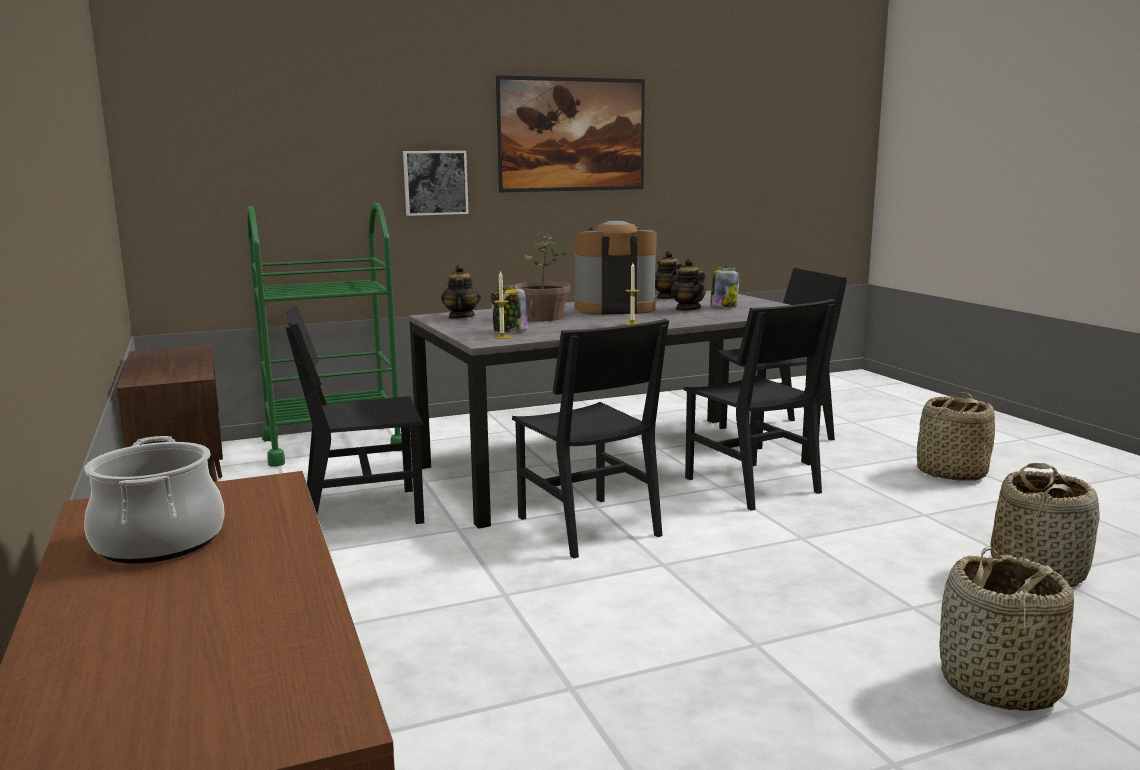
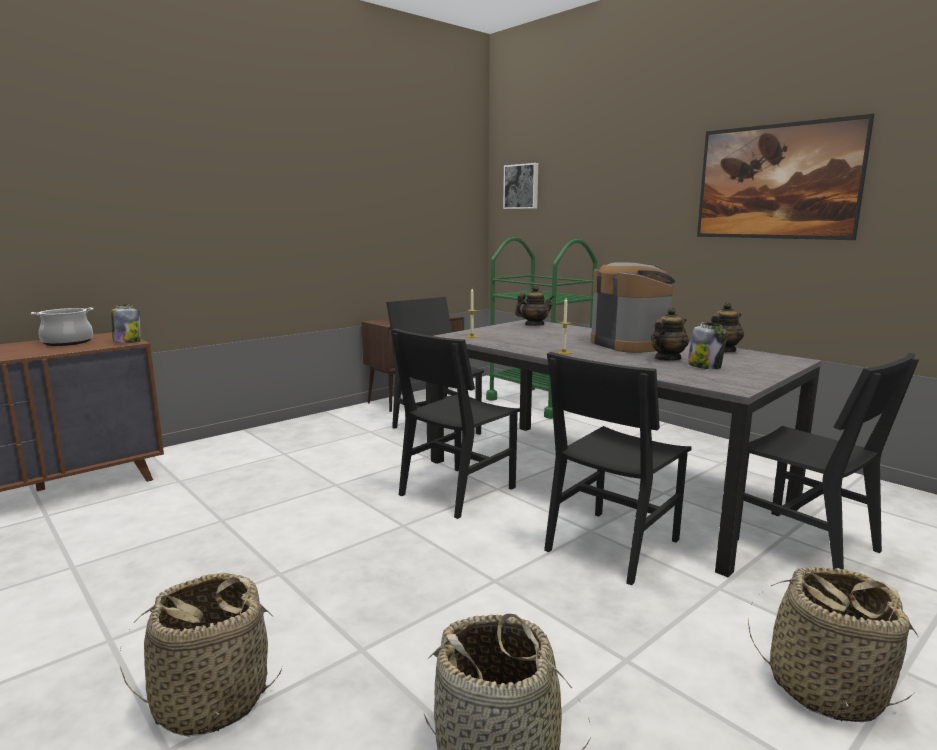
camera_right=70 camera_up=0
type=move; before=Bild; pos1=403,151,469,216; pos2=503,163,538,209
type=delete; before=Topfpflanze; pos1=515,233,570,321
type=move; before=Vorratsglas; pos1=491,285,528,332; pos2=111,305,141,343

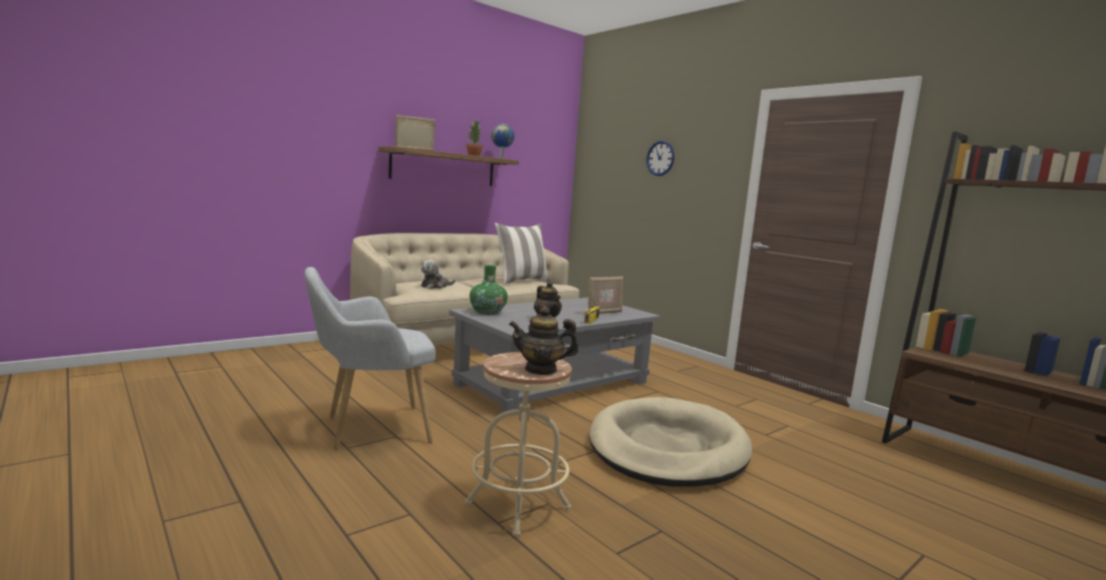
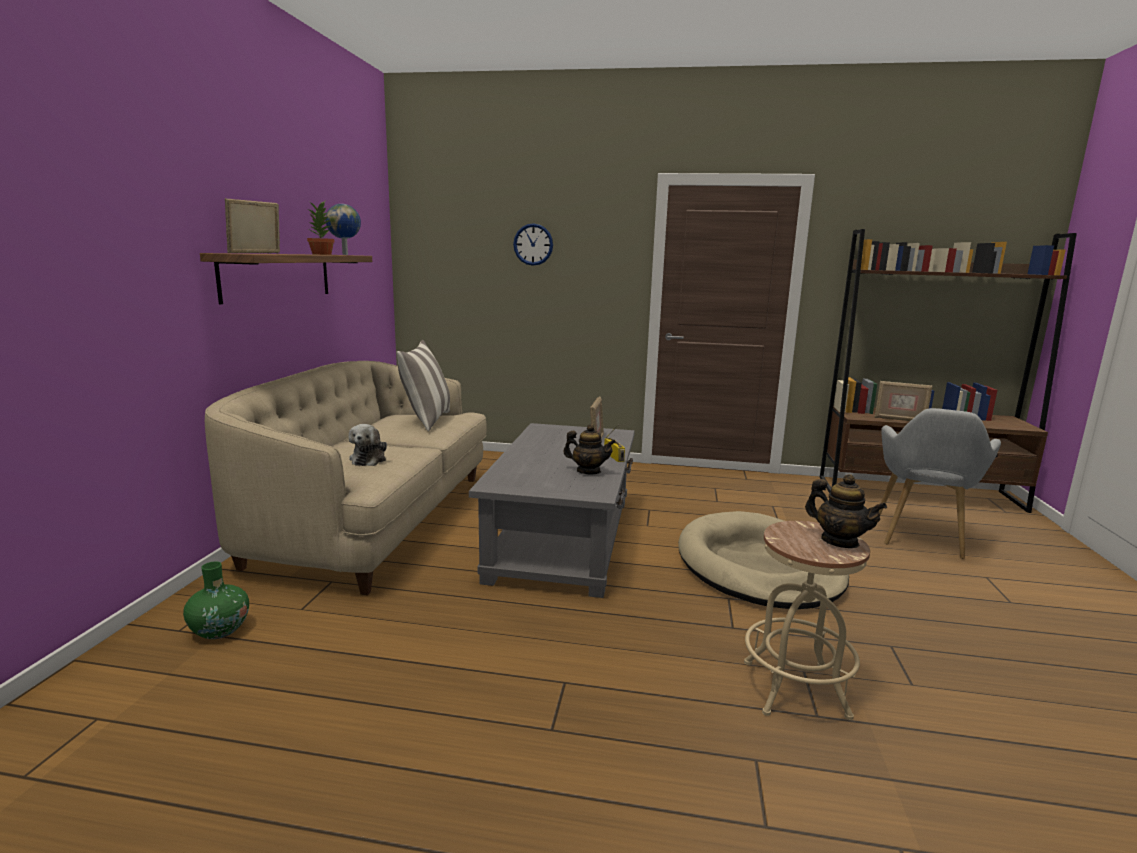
camera_right=-40 camera_up=5
type=move; before=Vase (grün); pos1=470,265,508,315; pos2=183,561,249,639
type=move; before=Sessel (grau); pos1=304,267,436,450; pos2=879,408,1001,559
type=rotate; before=Teekanne; pos1=509,307,579,375; pos2=805,474,887,548; turn=-90
type=insert; after=Bilderrahmen; pos2=875,381,933,421

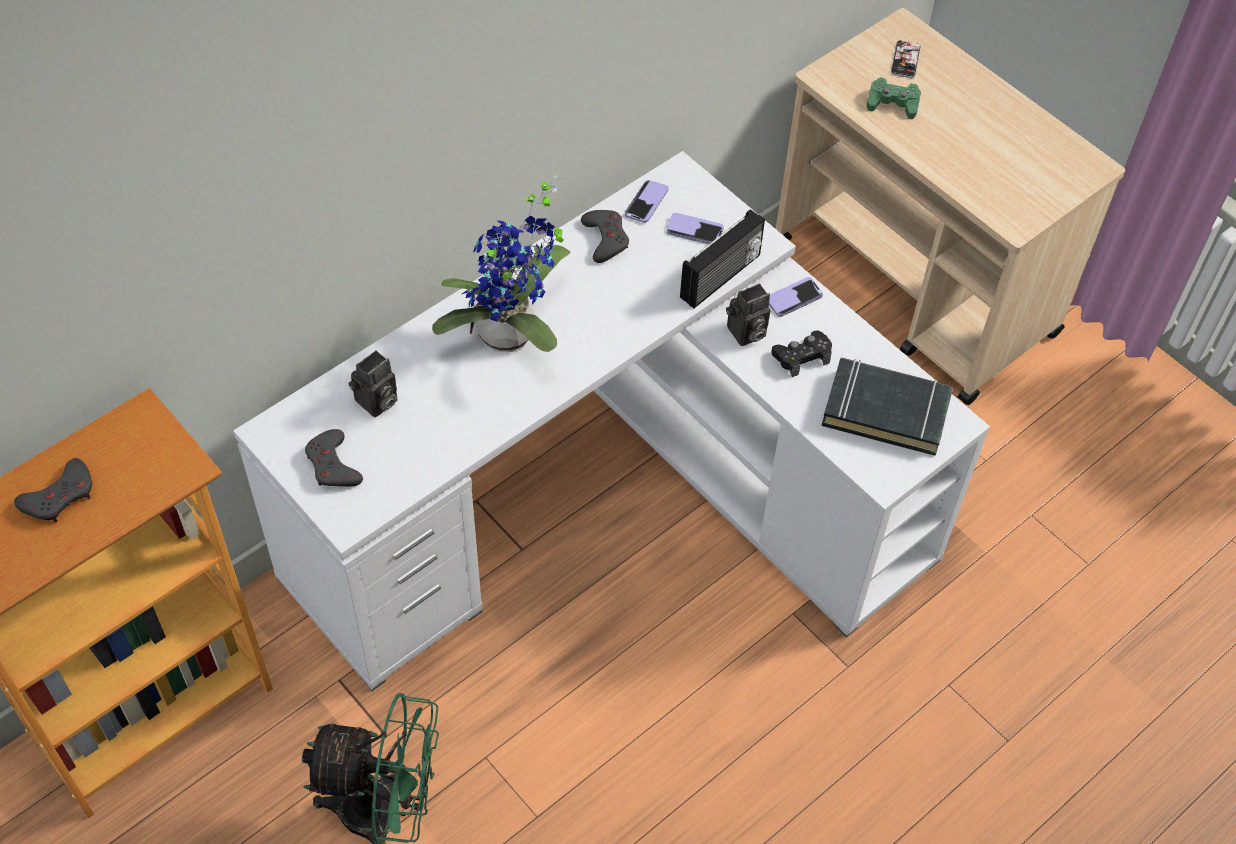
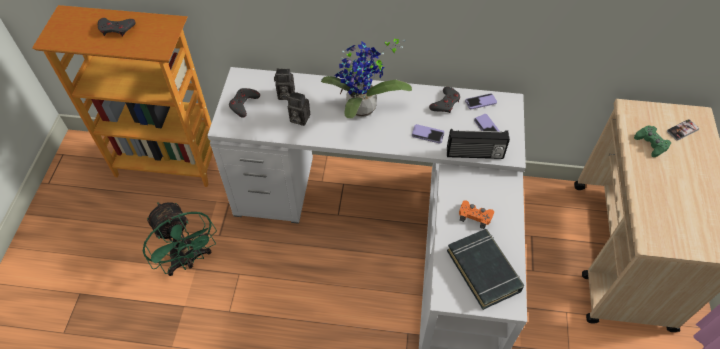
camera_right=50 camera_up=0
type=move; before=Handy; pos1=769,277,823,317; pos2=412,124,445,143
type=move; before=Kamera; pos1=726,284,770,346; pos2=288,91,310,126
type=recolor; before=Gamepad (schwarz); after=Gamepad (orange); pos1=771,331,832,377; pos2=459,200,494,229

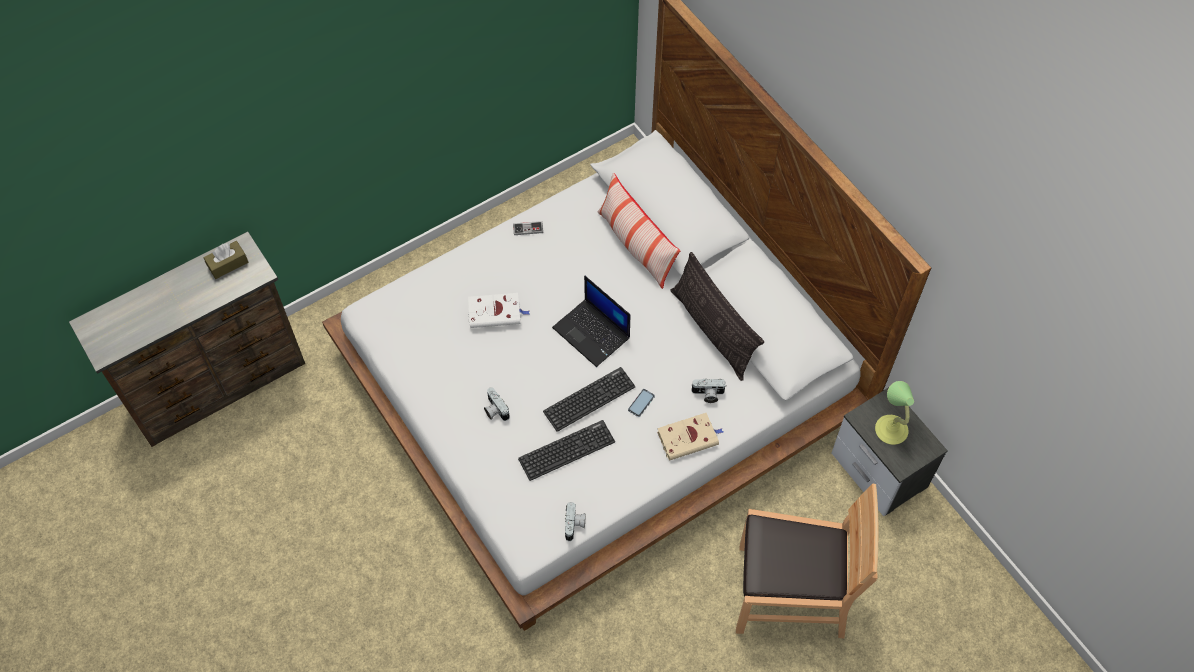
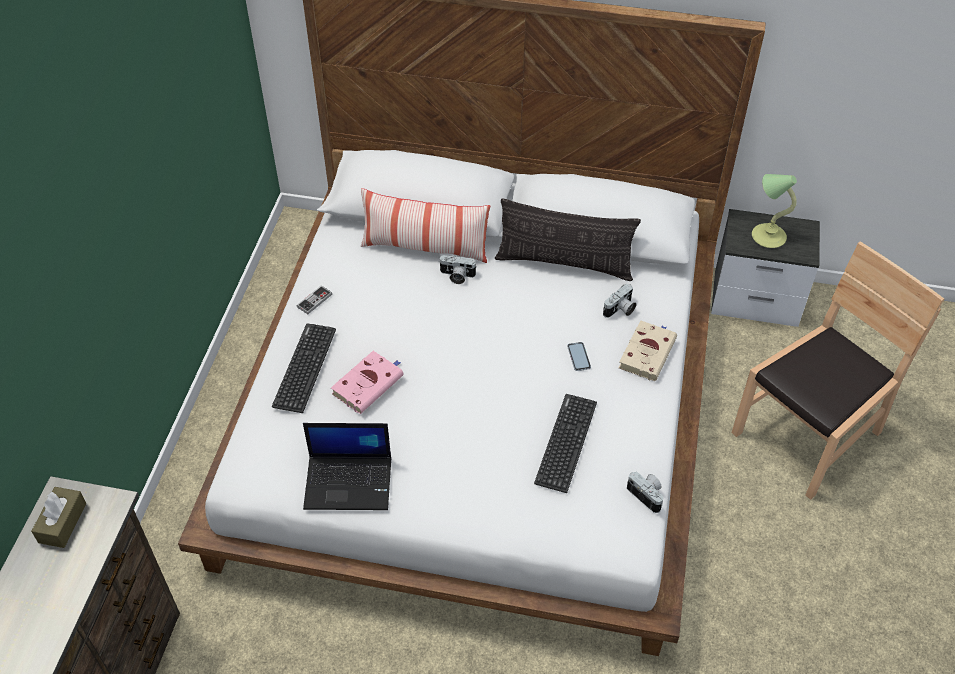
camera_right=-45 camera_up=-10
type=move; before=Laptop; pos1=552,276,630,367; pos2=303,423,391,510
type=recolor; before=Buch (weiß); after=Buch (rosa); pos1=468,293,530,328; pos2=331,351,404,414
type=move; before=Tastatur; pos1=543,367,636,432; pos2=272,323,336,413
type=move; before=Kamera; pos1=484,387,510,421; pos2=440,255,477,284

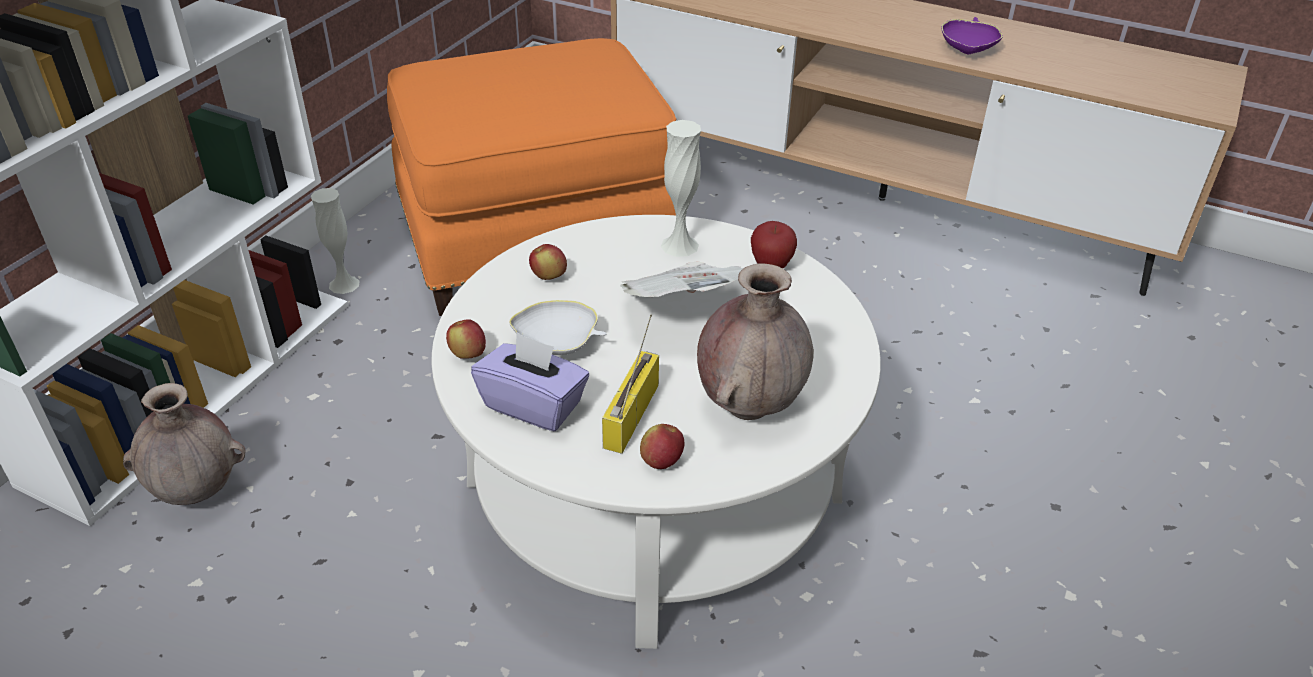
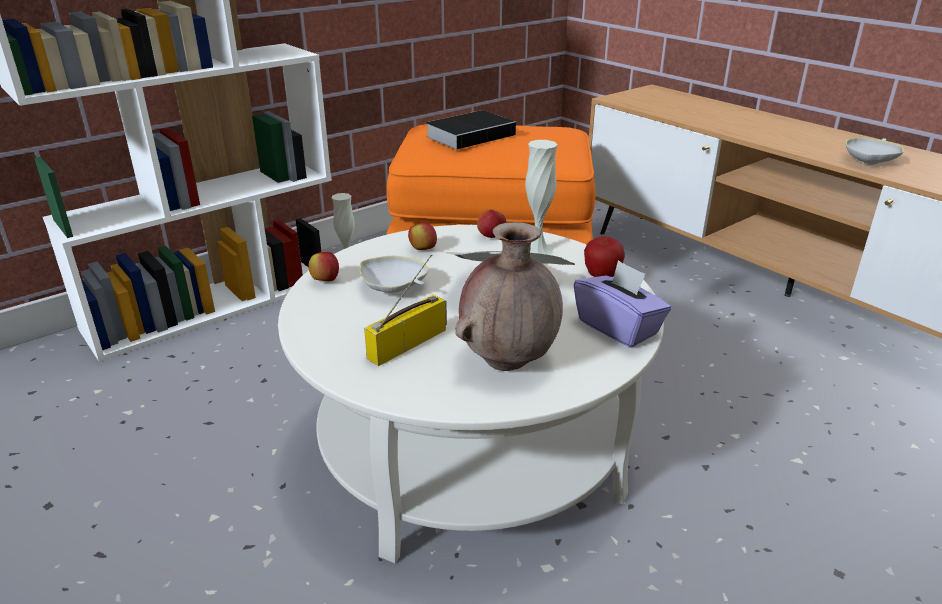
camera_right=25 camera_up=-10
type=recolor; before=Schüssel (lila); after=Schüssel (weiß); pos1=941,17,1003,54; pos2=845,137,904,165
type=move; before=Taschentuchbox (lila); pos1=471,332,589,431; pos2=574,260,671,348
type=delete; before=Vase (braun); pos1=123,383,245,505
type=move; before=Apfel; pos1=640,424,684,469; pos2=477,209,506,238
type=insert; after=Buch; pos2=426,110,521,150

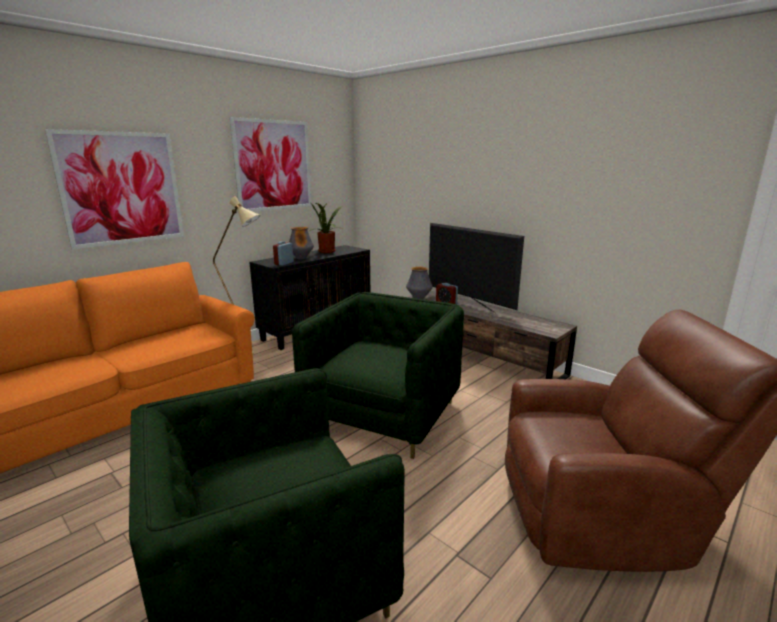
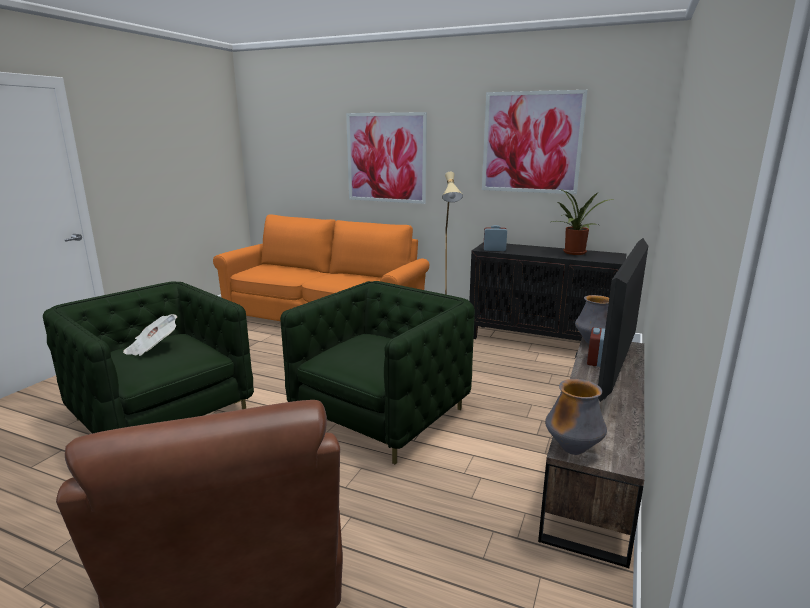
camera_right=70 camera_up=0
type=move; before=Vase; pos1=289,226,314,259; pos2=545,379,607,455
type=rotate; before=Sessel (grün); pos1=292,292,464,459; pos2=280,281,475,464; turn=-60
type=insert; after=Zeitung; pos2=123,314,178,356

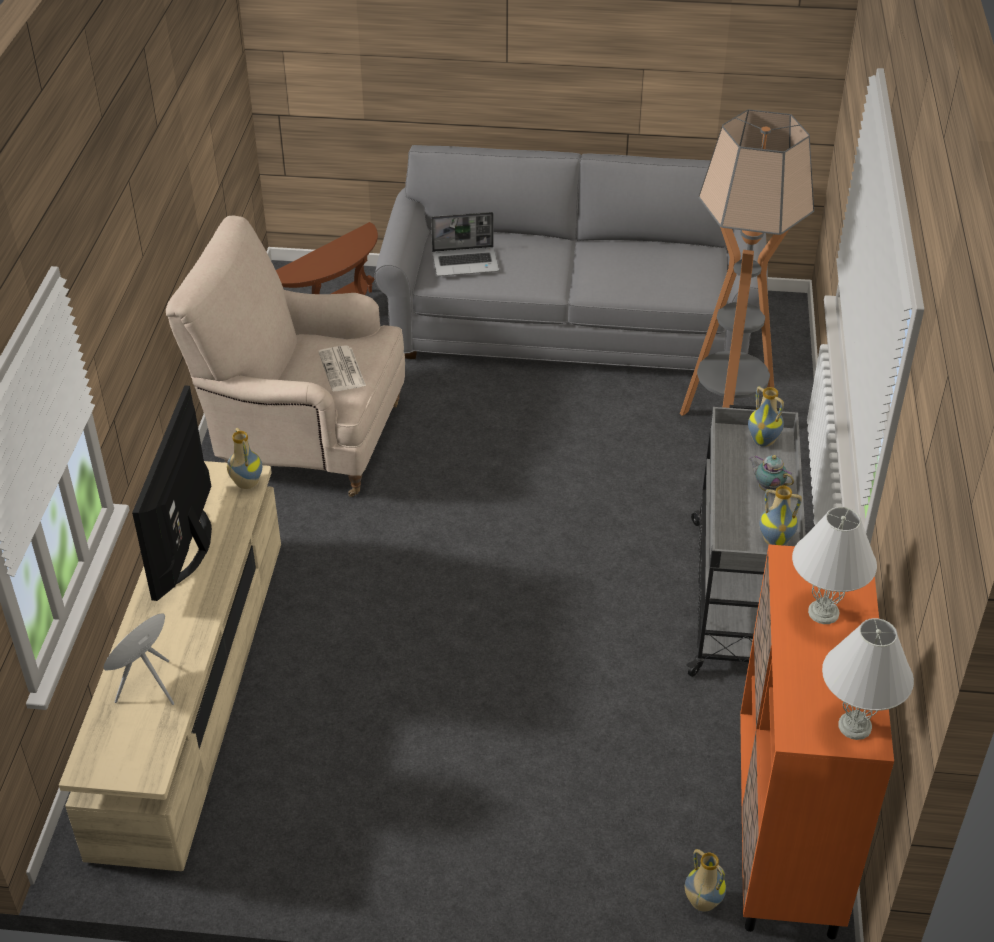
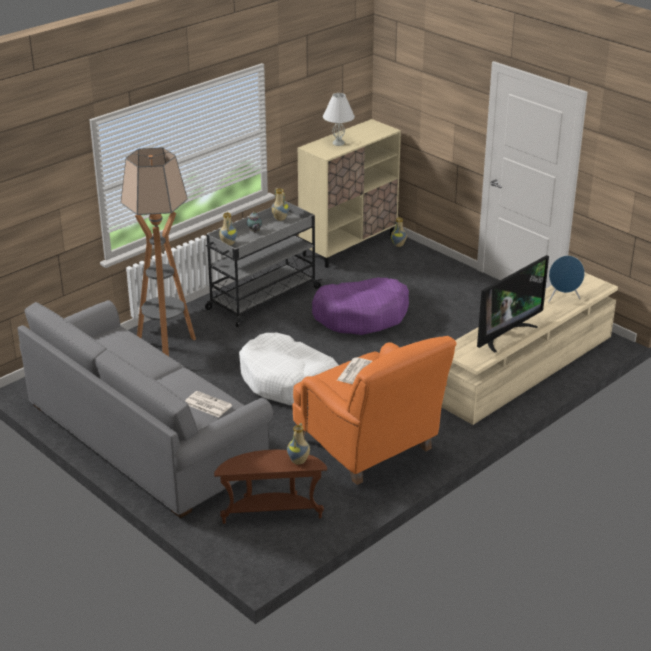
camera_right=-140 camera_up=-10
type=replace; before=Laptop; after=Zeitung; pos1=431,212,499,276; pos2=185,391,232,418
type=recolor; before=Sessel (beige); after=Sessel (orange); pos1=166,215,405,497; pos2=293,336,457,485
type=move; before=Vase; pos1=227,428,262,489; pos2=287,423,310,465
type=recolor; before=Schrank (orange); after=Schrank (beige); pos1=740,544,894,939; pos2=298,119,401,268
type=delete; before=Tischlampe (weiß); pos1=822,618,914,740
type=insert; after=Hundebett (lila); pos2=312,278,409,335
type=insert; after=Hundebett (weiß); pos2=239,333,339,405

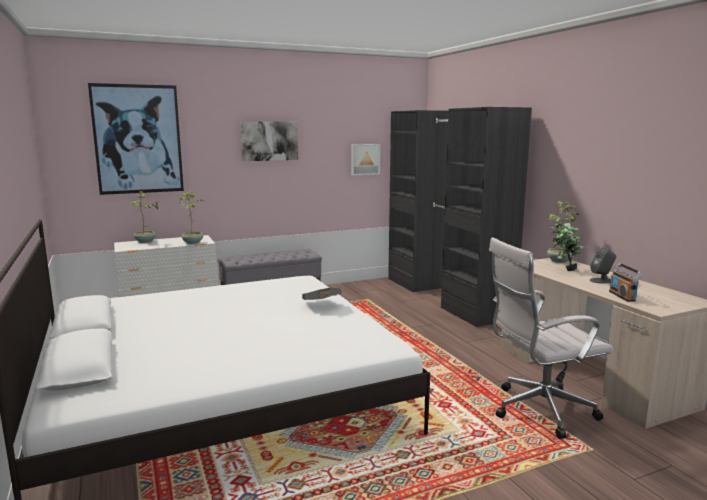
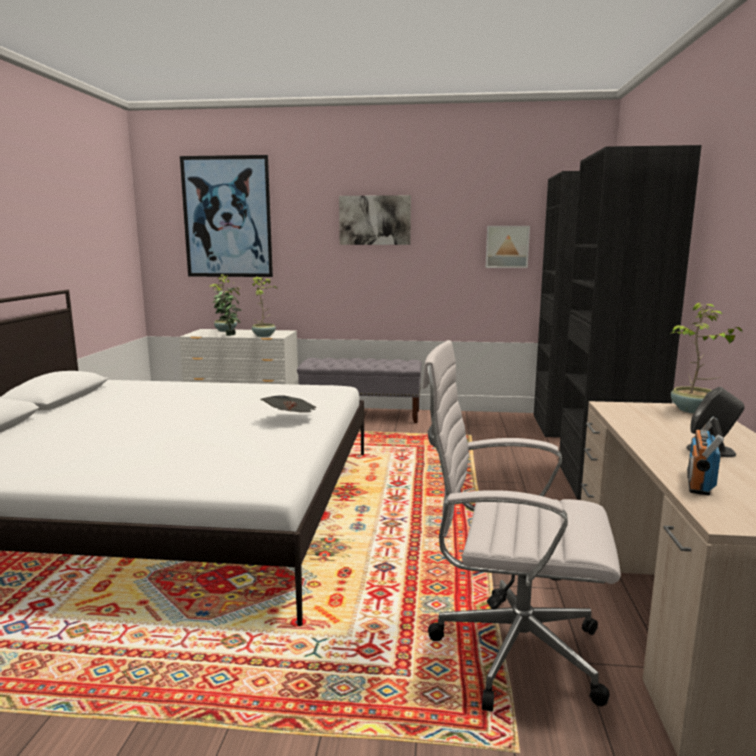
camera_right=30 camera_up=0
type=move; before=Topfpflanze; pos1=550,217,584,271; pos2=212,288,242,336

